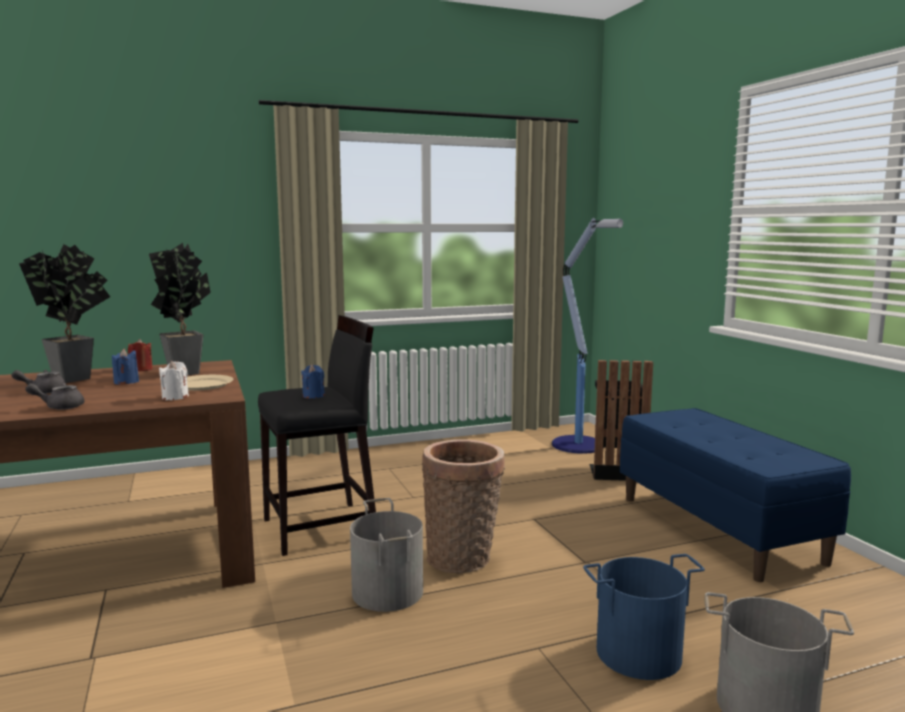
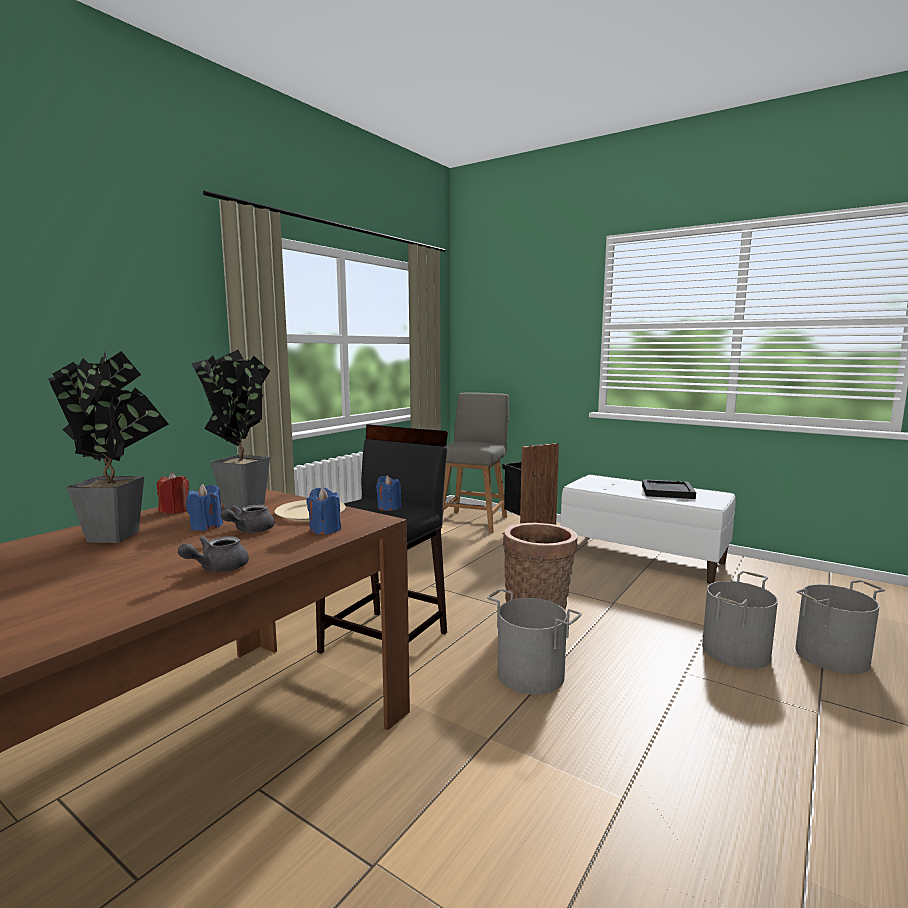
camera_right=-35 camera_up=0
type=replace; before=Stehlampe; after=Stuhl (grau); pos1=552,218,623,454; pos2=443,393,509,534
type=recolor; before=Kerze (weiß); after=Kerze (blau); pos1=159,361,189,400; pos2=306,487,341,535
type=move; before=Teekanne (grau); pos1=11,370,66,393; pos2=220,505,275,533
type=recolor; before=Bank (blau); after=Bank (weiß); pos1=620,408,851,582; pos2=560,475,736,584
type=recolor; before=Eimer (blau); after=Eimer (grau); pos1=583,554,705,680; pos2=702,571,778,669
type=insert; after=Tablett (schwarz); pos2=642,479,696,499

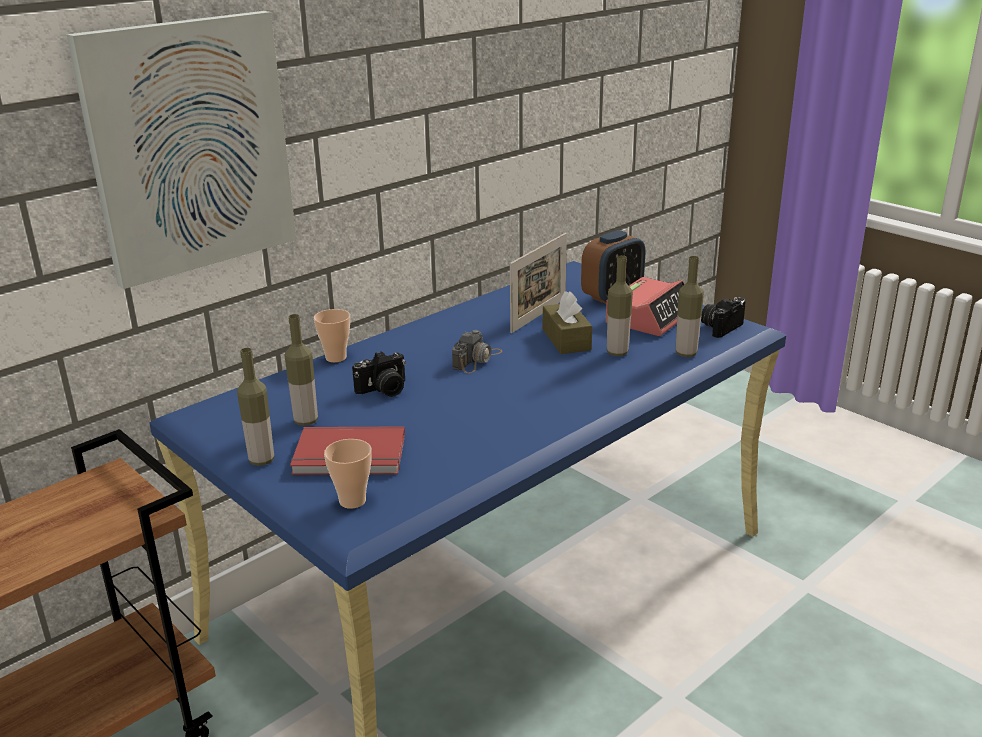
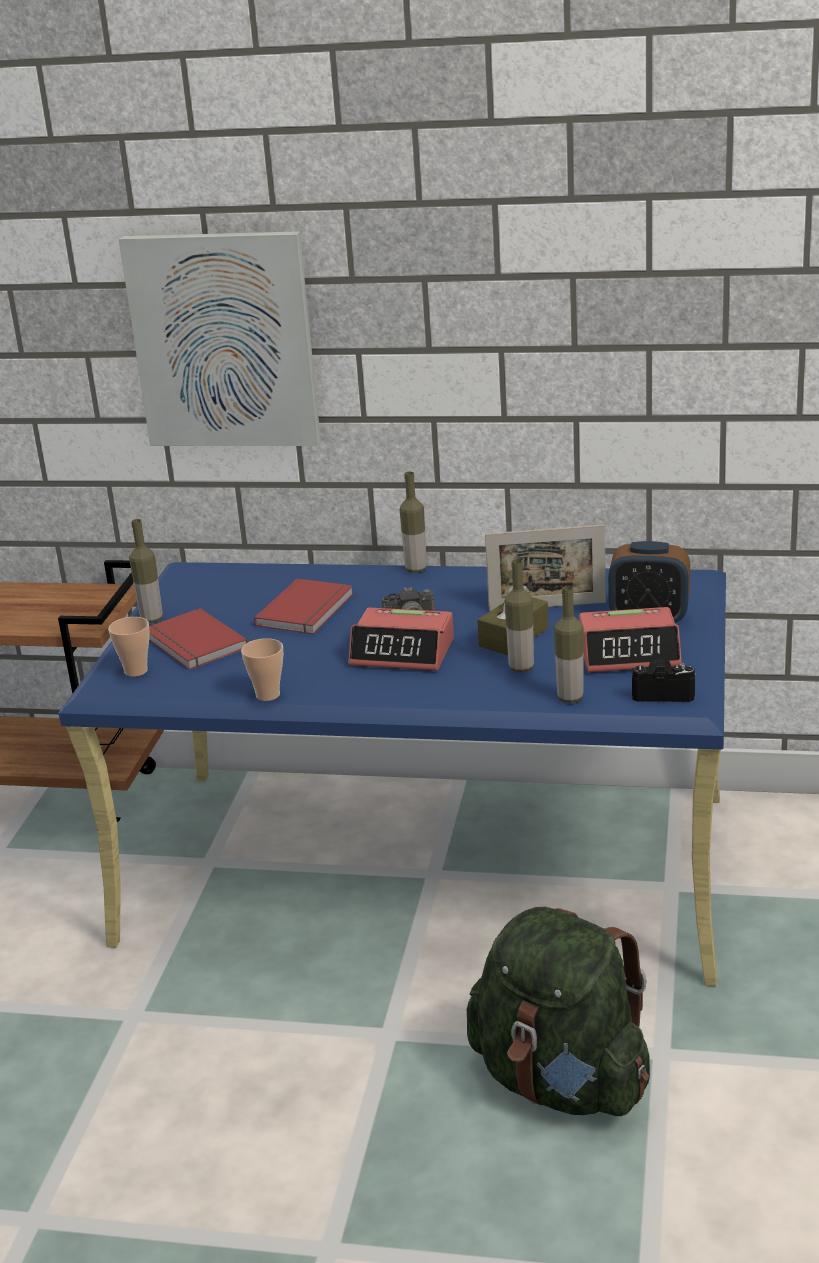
camera_right=55 camera_up=0
type=move; before=Tasse; pos1=314,309,350,363; pos2=241,638,283,701
type=move; before=Flasche; pos1=284,314,318,426; pos2=400,472,427,573
type=replace; before=Kamera; after=Buch (rot); pos1=352,351,406,397; pos2=254,579,354,634
type=insert; after=Wecker; pos2=348,608,454,671
type=insert; after=Rucksack (grün); pos2=467,907,650,1116

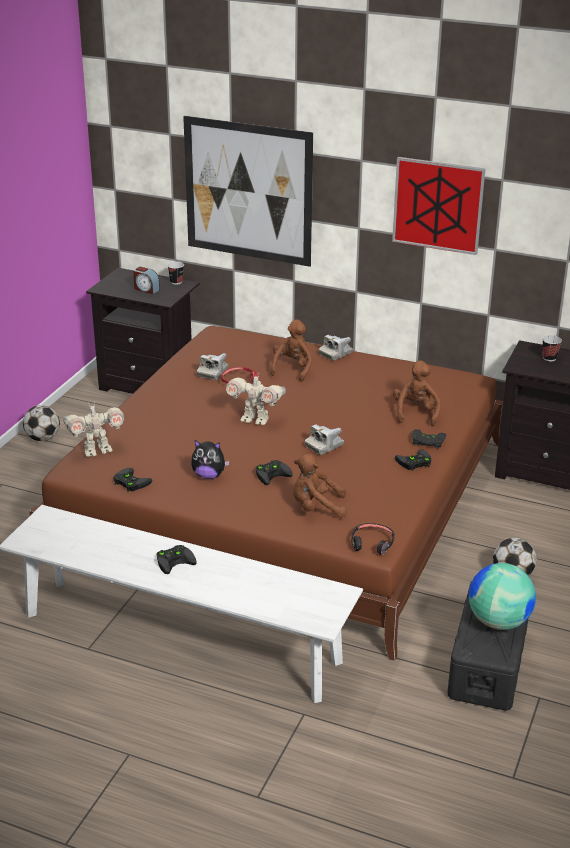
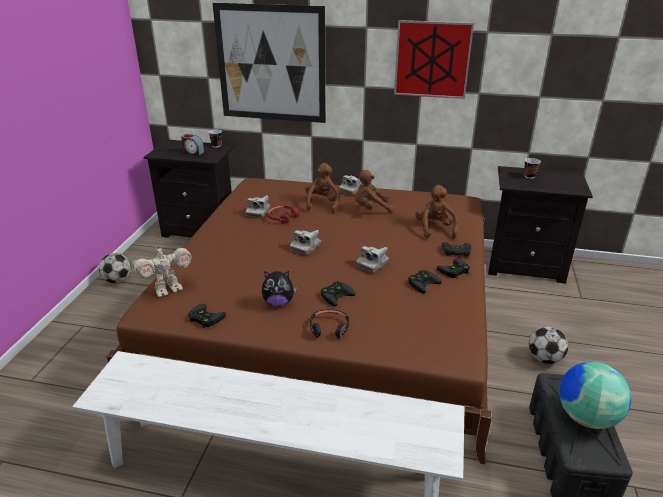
camera_right=-10 camera_up=0
type=replace; before=Spielzeugroboter; after=Kamera; pos1=226,374,286,425; pos2=290,230,321,255
type=move; before=Plüschtier (braun); pos1=293,454,347,518; pos2=355,170,394,213
type=move; before=Kopfhörer (schwarz); pos1=351,523,395,555; pos2=310,309,349,339
type=move; before=Gamepad (schwarz); pos1=157,545,197,574; pos2=408,270,442,293

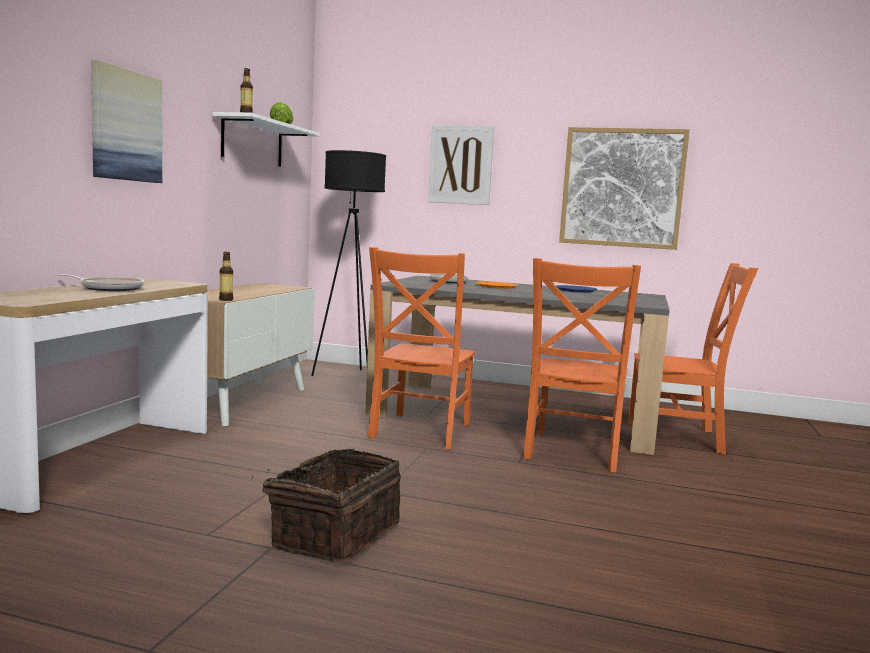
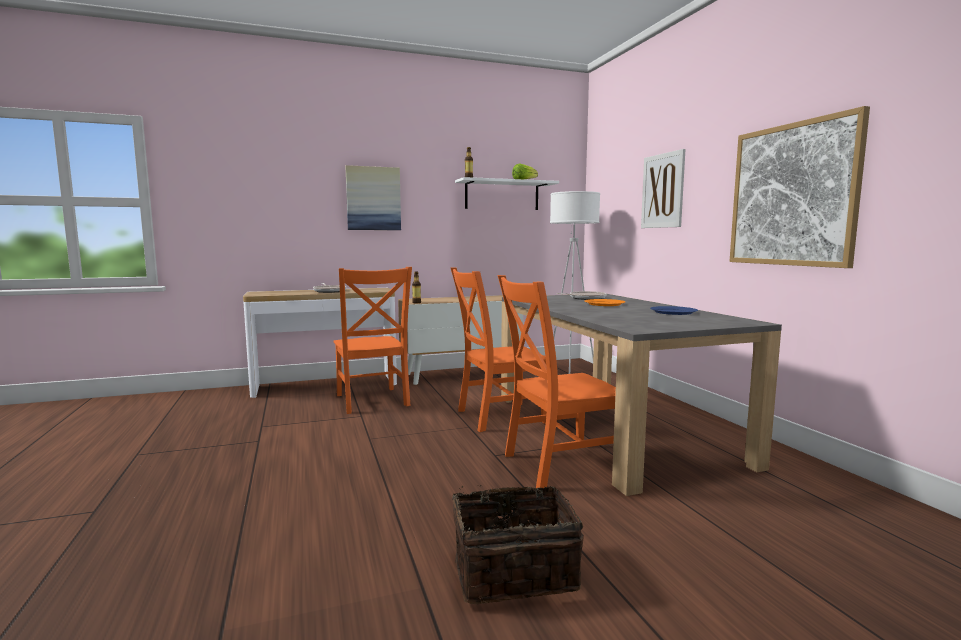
camera_right=55 camera_up=0
type=recolor; before=Stehlampe (schwarz); after=Stehlampe (weiß); pos1=311,150,386,376; pos2=550,191,600,374
type=move; before=Stuhl (orange); pos1=628,263,758,455; pos2=333,267,412,414
type=move; before=Korb; pos1=251,449,401,563; pos2=452,485,584,604

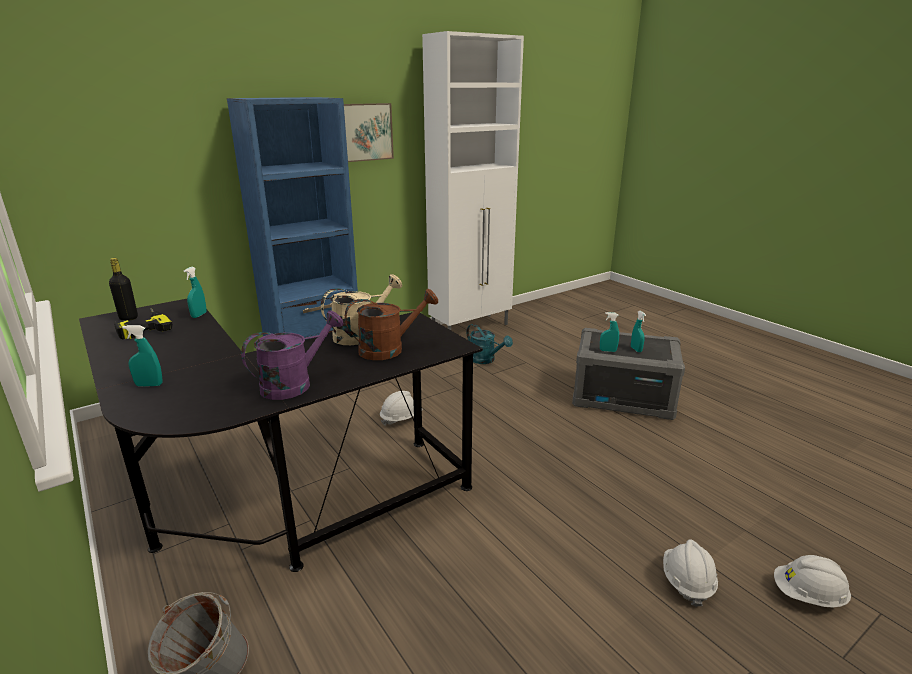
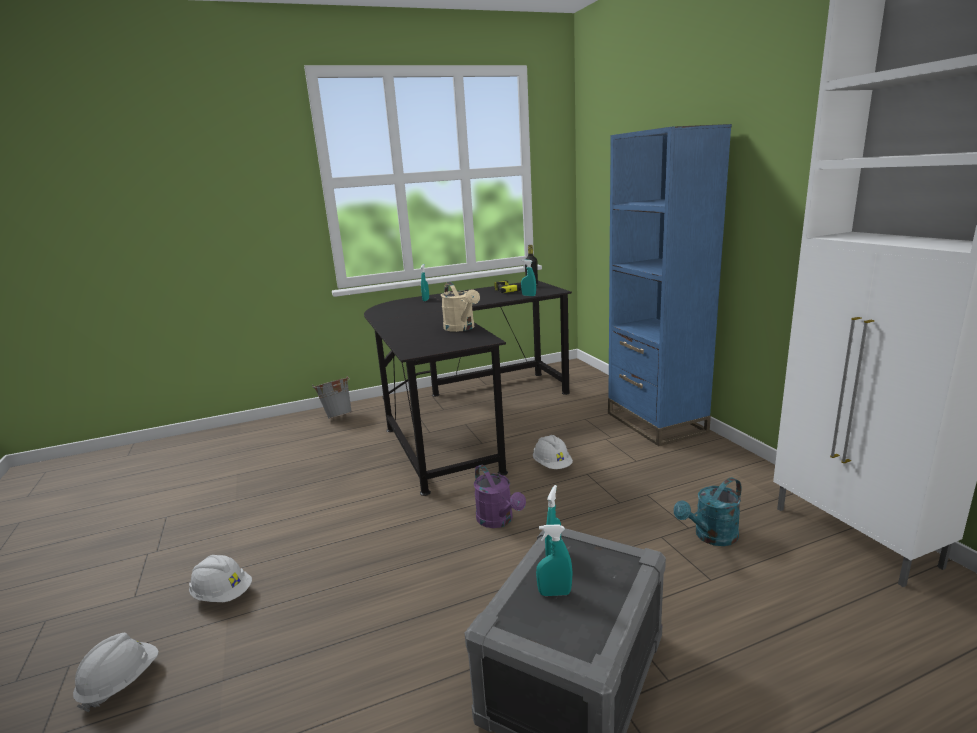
camera_right=105 camera_up=-5
type=delete; before=Bild; pos1=344,103,394,162
type=delete; before=Gießkanne (braun); pos1=345,289,438,360
type=move; before=Gießkanne (lila); pos1=241,311,344,400; pos2=474,465,526,528

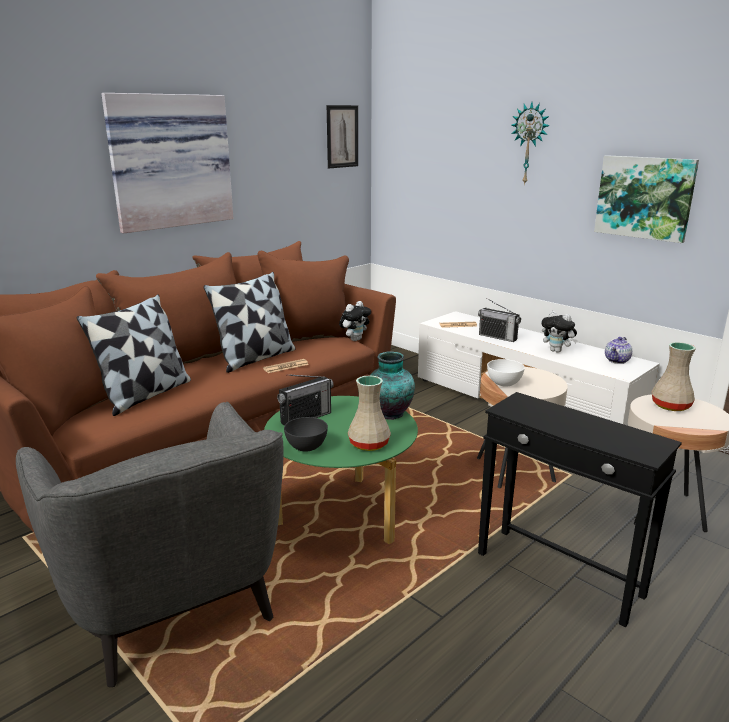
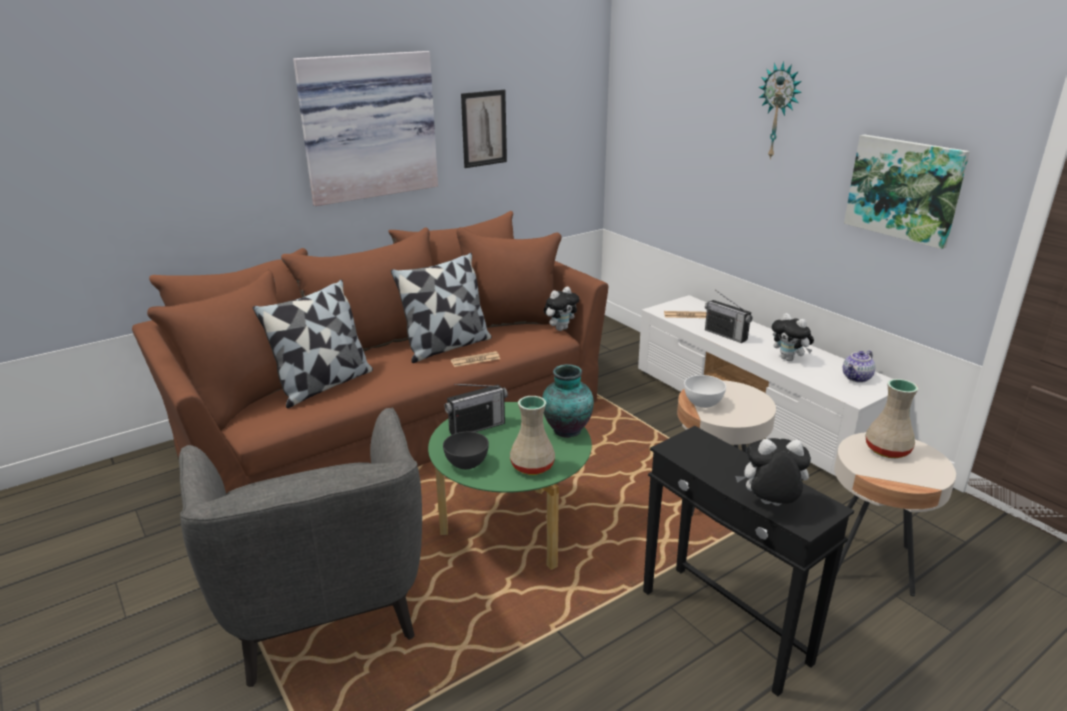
camera_right=10 camera_up=5
type=move; before=Bild; pos1=327,105,358,168; pos2=461,90,507,168
type=insert; after=Plüschtier; pos2=735,438,811,506

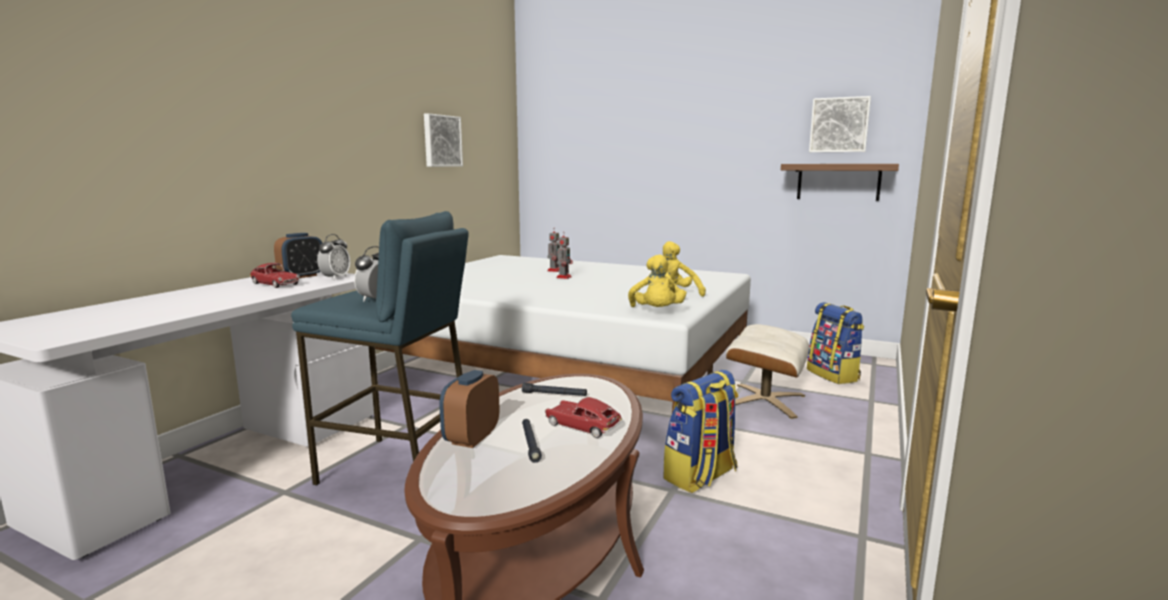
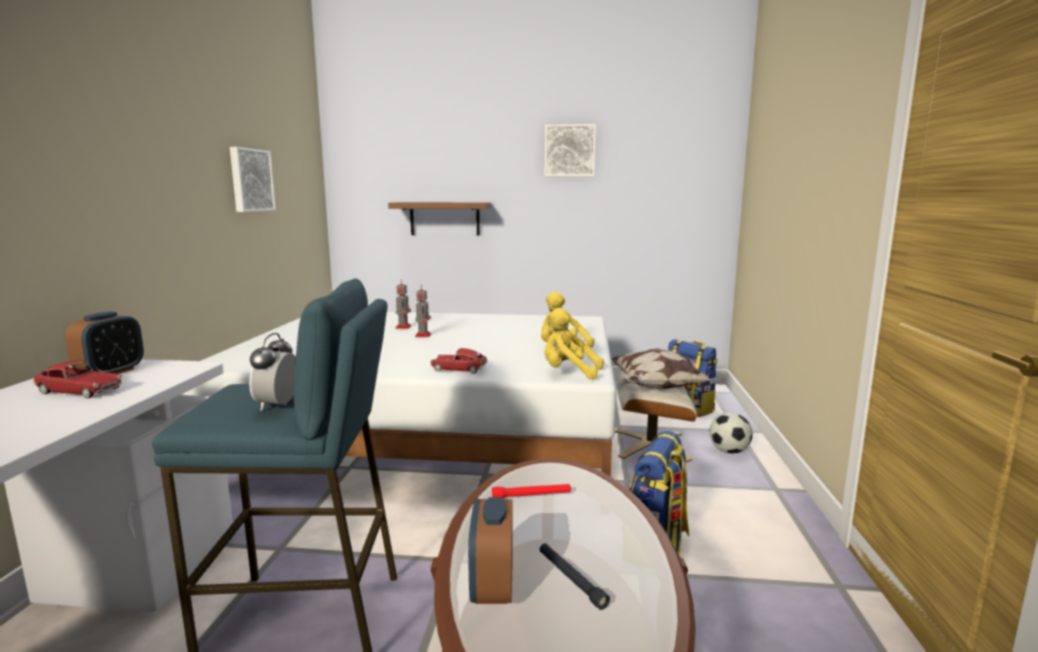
camera_right=-20 camera_up=0
type=move; before=Bild; pos1=809,96,871,152; pos2=545,124,596,177
type=move; before=Wandregal; pos1=781,164,899,201; pos2=388,202,491,235
type=delete; before=Wecker; pos1=317,234,350,280
type=rotate; before=Plüschtier (gelb); pos1=628,254,686,307; pos2=544,308,604,379; turn=135
type=recolor; before=Taschenlampe (schwarz); after=Taschenlampe (rot); pos1=522,383,587,396; pos2=492,484,571,498
type=move; before=Spielzeugauto; pos1=545,397,622,438; pos2=430,348,487,374
type=insert; after=Kissen; pos2=611,347,713,389
type=insert; after=Fußball; pos2=709,413,753,453

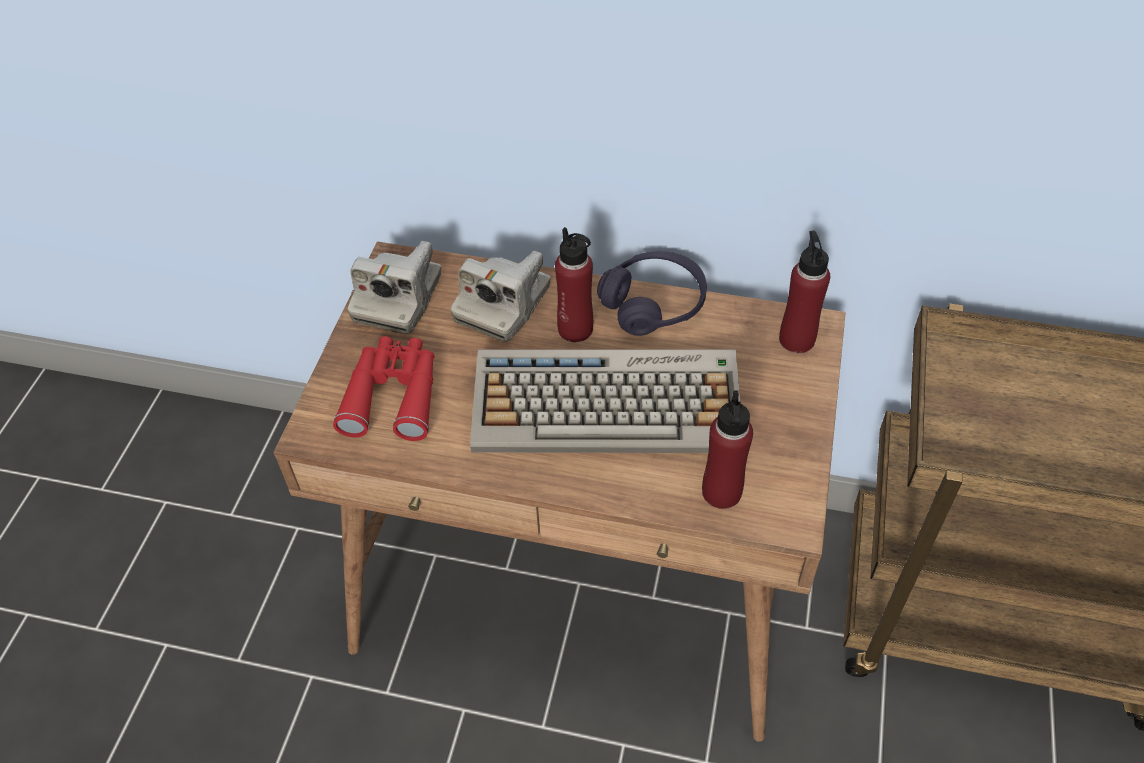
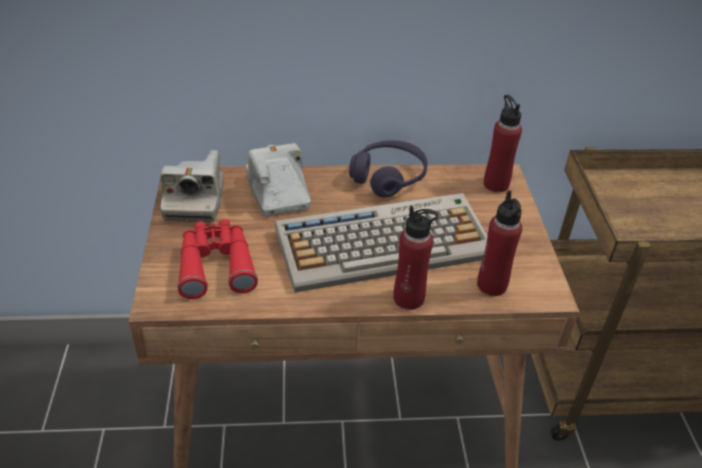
camera_right=-20 camera_up=-10
type=move; before=Flasche (rot); pos1=555,227,593,342; pos2=393,206,438,310
type=rotate; before=Kamera; pos1=451,251,550,342; pos2=246,143,311,217; turn=150

